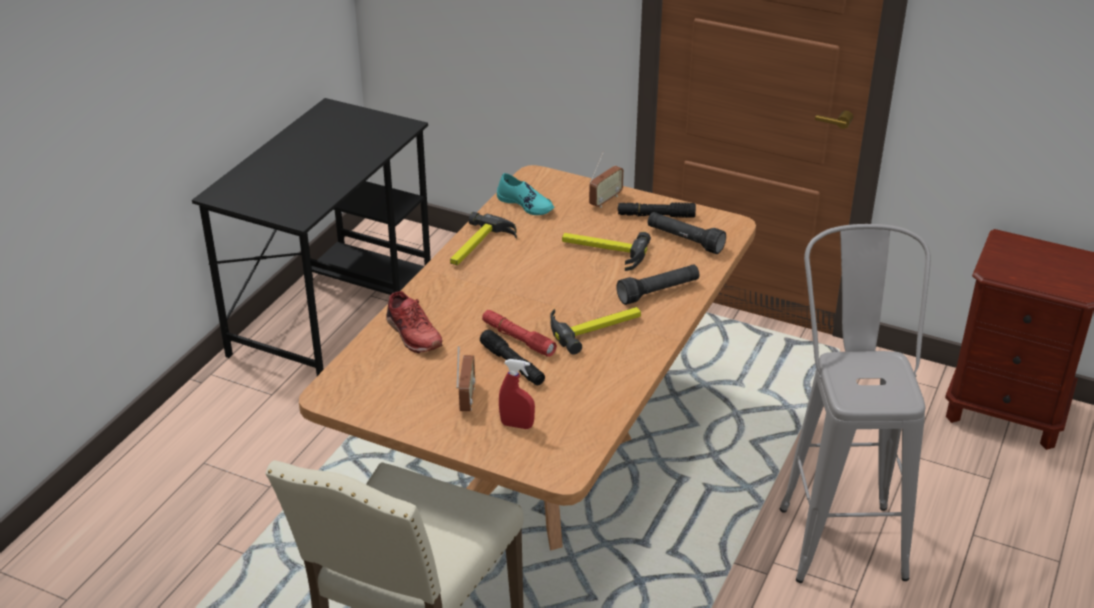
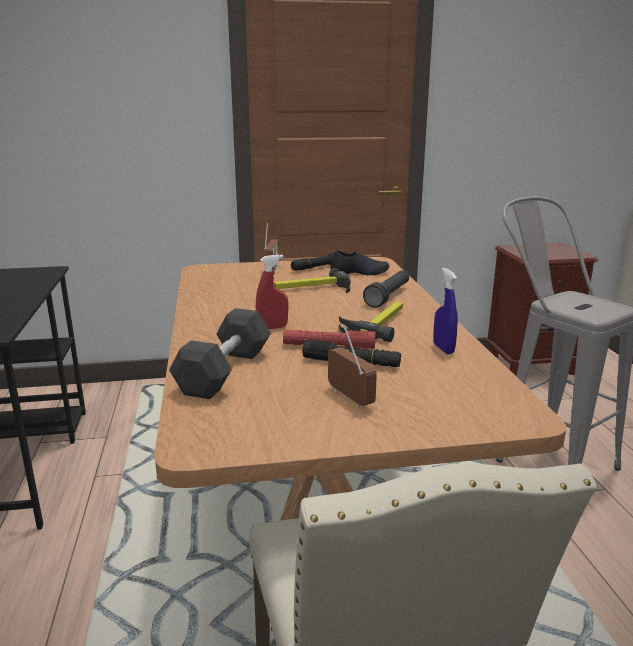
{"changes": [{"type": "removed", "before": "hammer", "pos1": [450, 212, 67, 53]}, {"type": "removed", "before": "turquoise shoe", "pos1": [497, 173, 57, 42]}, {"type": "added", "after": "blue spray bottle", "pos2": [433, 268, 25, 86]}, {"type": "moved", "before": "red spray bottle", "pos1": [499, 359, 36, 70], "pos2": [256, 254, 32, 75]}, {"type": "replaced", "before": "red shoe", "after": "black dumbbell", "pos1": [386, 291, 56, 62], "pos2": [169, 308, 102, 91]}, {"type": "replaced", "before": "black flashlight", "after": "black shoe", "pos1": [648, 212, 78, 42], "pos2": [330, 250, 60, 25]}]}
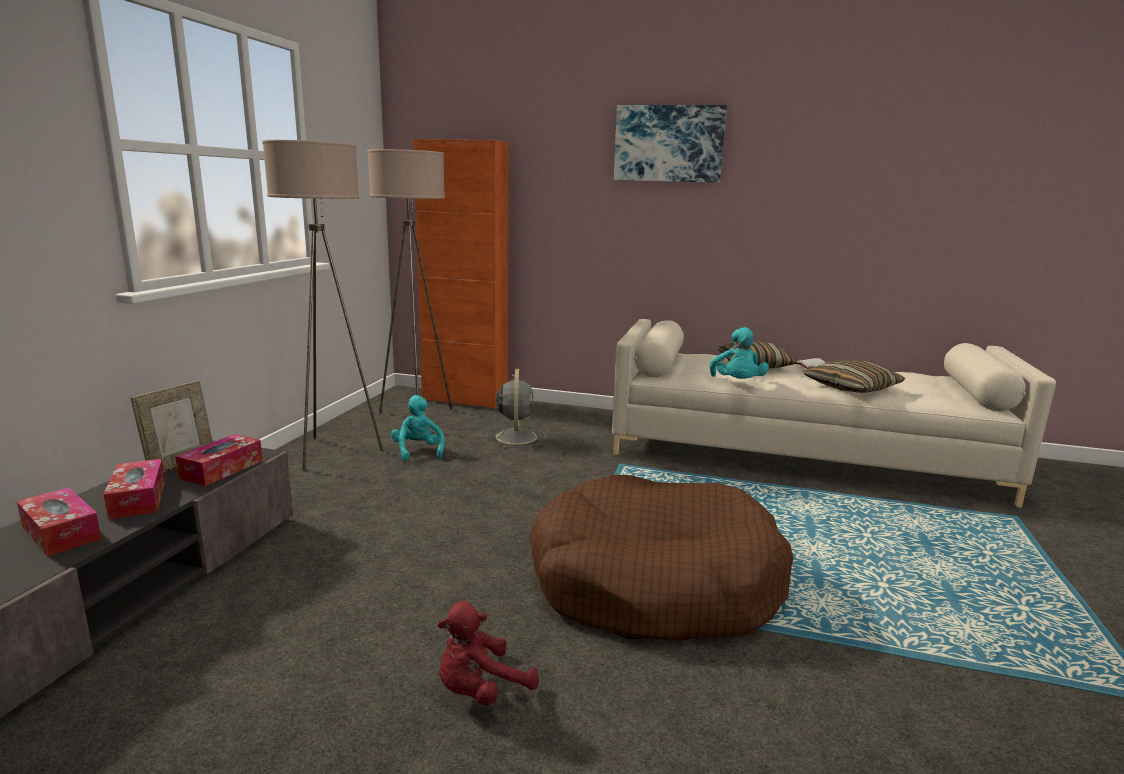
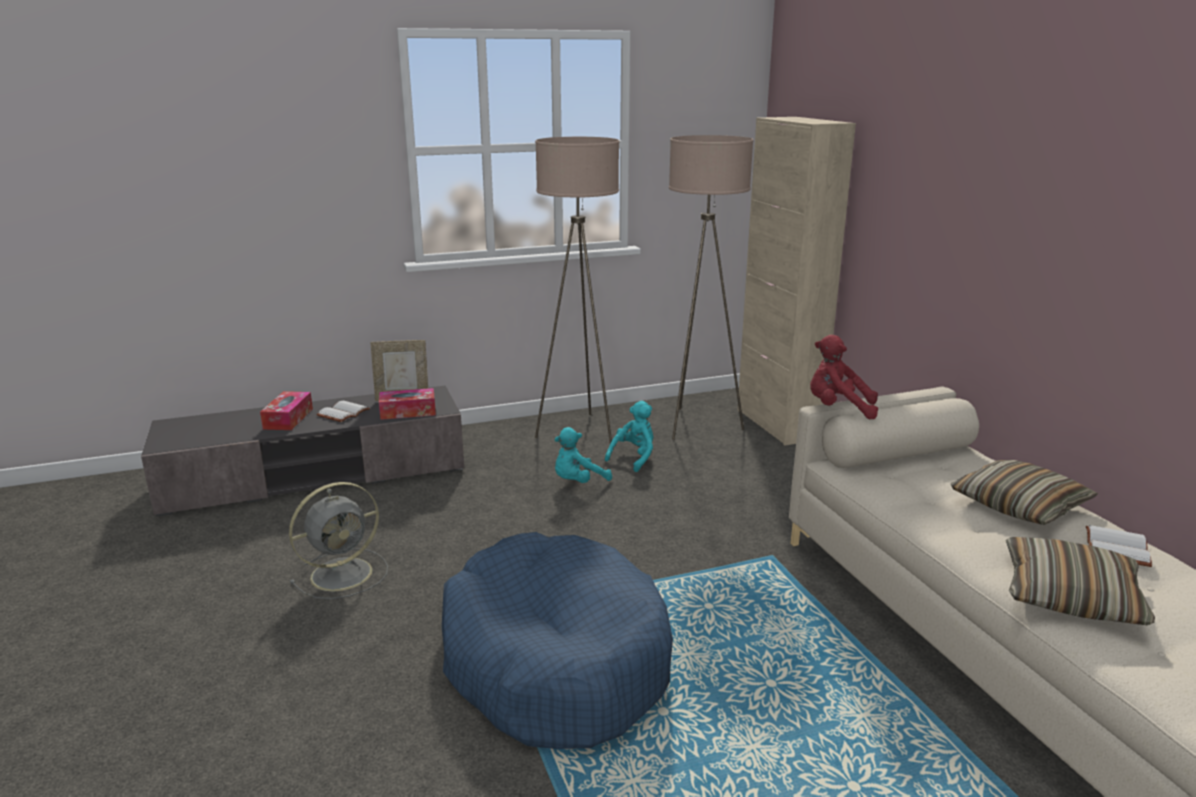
{"changes": [{"type": "removed", "before": "picture", "pos1": [614, 105, 113, 78]}, {"type": "moved", "before": "red plush toy", "pos1": [438, 601, 101, 104], "pos2": [810, 335, 68, 84]}, {"type": "moved", "before": "grey fan", "pos1": [486, 369, 60, 80], "pos2": [289, 482, 99, 117]}, {"type": "moved", "before": "turquoise plush toy", "pos1": [710, 327, 59, 52], "pos2": [554, 427, 58, 56]}, {"type": "replaced", "before": "tissue box", "after": "white book", "pos1": [103, 459, 62, 61], "pos2": [316, 401, 54, 21]}, {"type": "recoloured", "before": "orange cabinet", "after": "beige cabinet", "pos1": [413, 139, 96, 270], "pos2": [737, 117, 119, 329]}, {"type": "recoloured", "before": "brown dog bed", "after": "blue dog bed", "pos1": [530, 475, 264, 166], "pos2": [442, 532, 231, 217]}]}
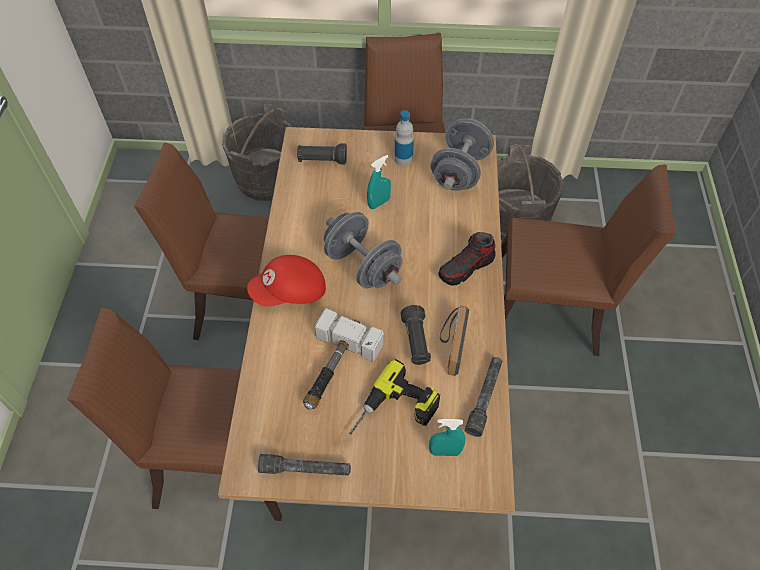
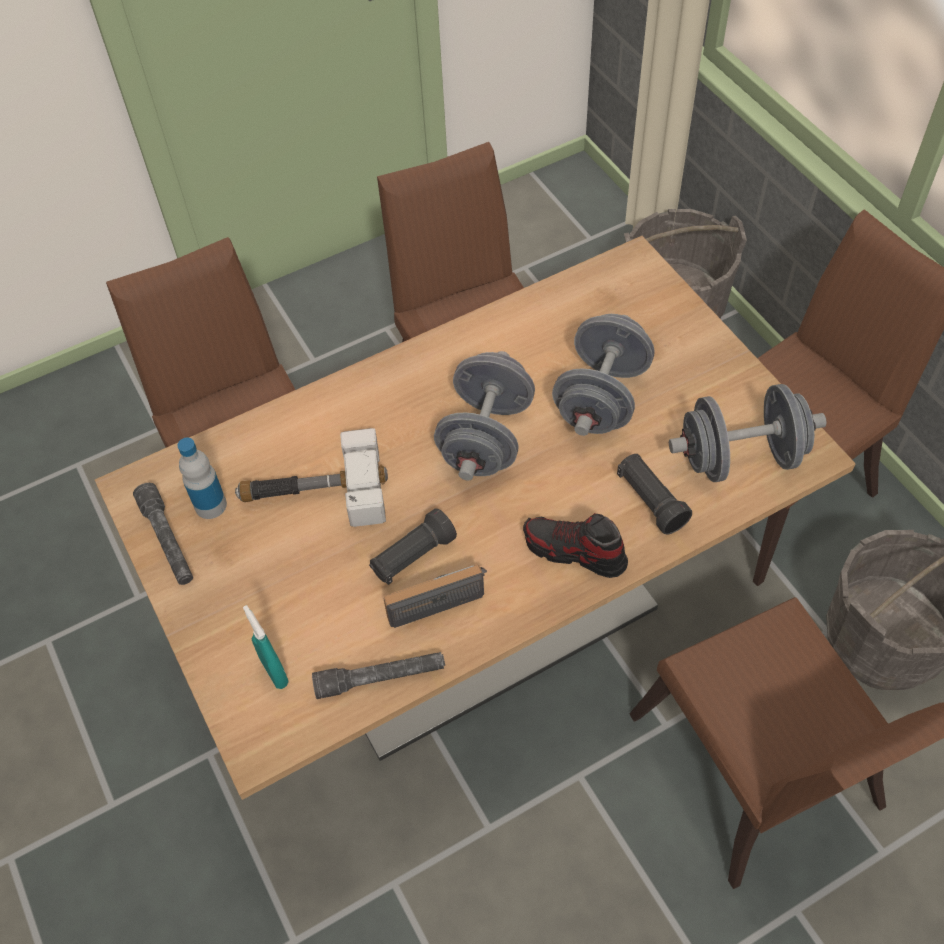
{"changes": [{"type": "removed", "before": "red cap", "pos1": [247, 255, 79, 51]}, {"type": "removed", "before": "power drill", "pos1": [349, 359, 91, 76]}, {"type": "moved", "before": "black flashlight", "pos1": [297, 143, 50, 21], "pos2": [617, 454, 75, 80]}, {"type": "moved", "before": "bottle", "pos1": [394, 110, 20, 56], "pos2": [177, 438, 50, 81]}, {"type": "replaced", "before": "turquoise spray bottle", "after": "grey dumbbell", "pos1": [367, 155, 24, 54], "pos2": [552, 314, 103, 122]}]}
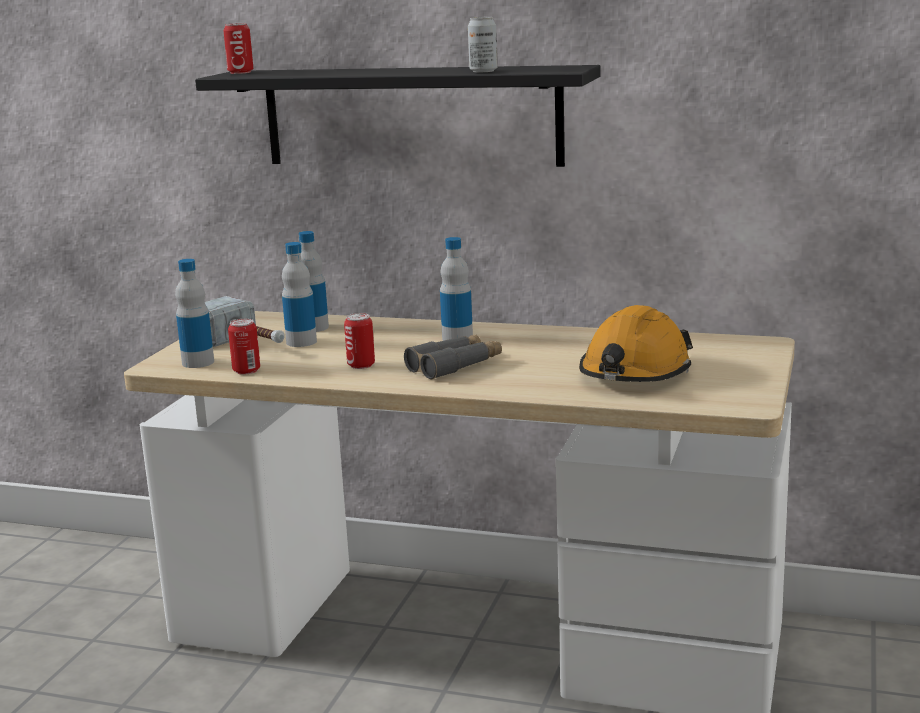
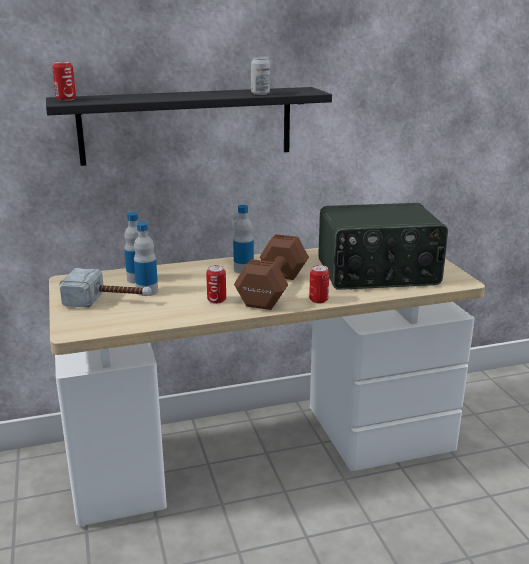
{"changes": [{"type": "removed", "before": "bottle", "pos1": [175, 259, 39, 109]}, {"type": "moved", "before": "can", "pos1": [228, 319, 32, 56], "pos2": [309, 265, 20, 39]}, {"type": "replaced", "before": "grey binoculars", "after": "brown dumbbell", "pos1": [404, 335, 98, 45], "pos2": [234, 234, 75, 76]}, {"type": "replaced", "before": "orange hard hat", "after": "radio", "pos1": [579, 305, 114, 77], "pos2": [318, 203, 130, 87]}]}
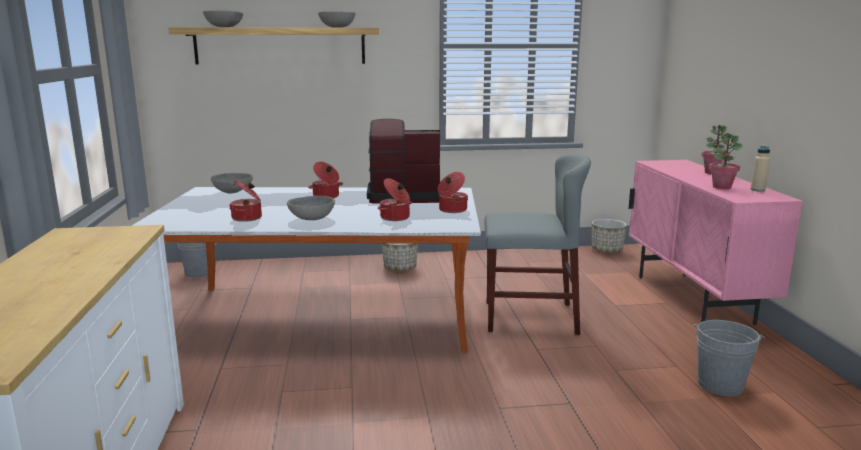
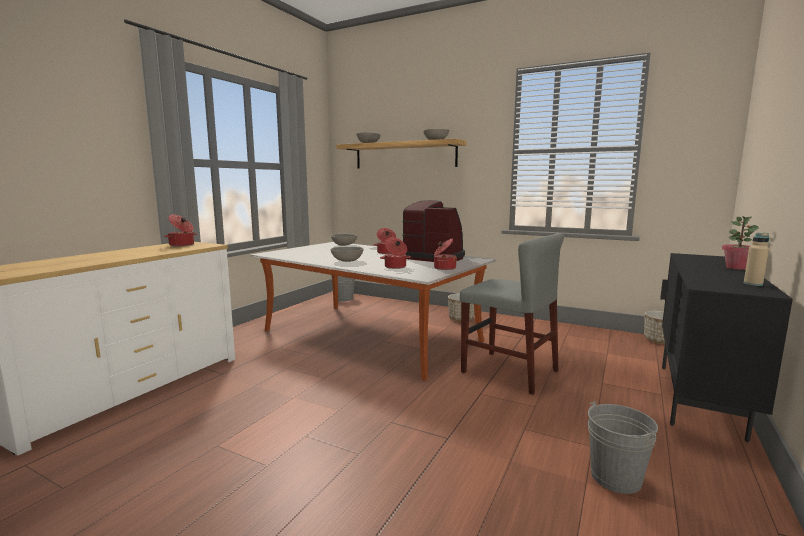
{"changes": [{"type": "removed", "before": "potted plant", "pos1": [709, 134, 34, 55]}, {"type": "moved", "before": "cooking pot", "pos1": [229, 180, 33, 42], "pos2": [164, 214, 33, 33]}, {"type": "recoloured", "before": "pink cabinet", "after": "black cabinet", "pos1": [628, 160, 175, 165], "pos2": [660, 253, 133, 189]}]}
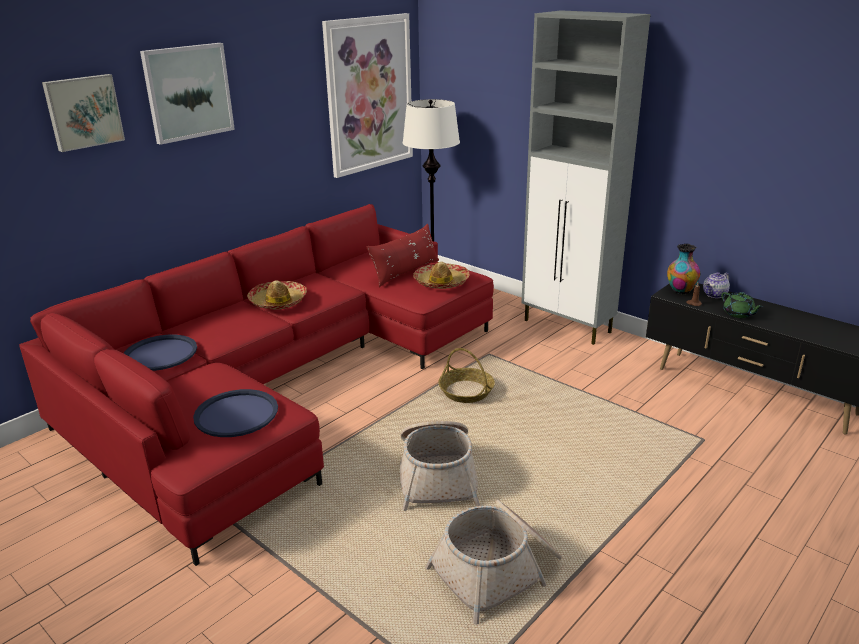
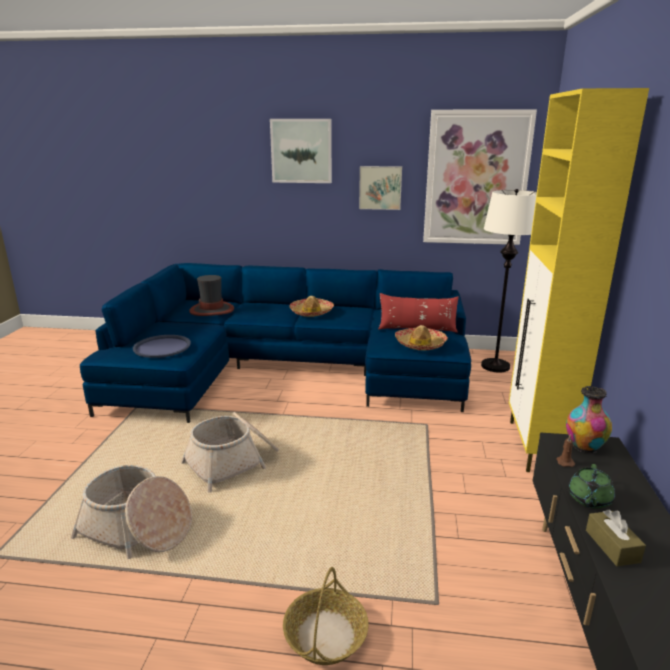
{"changes": [{"type": "removed", "before": "teapot", "pos1": [703, 272, 27, 26]}, {"type": "added", "after": "brown tissue box", "pos2": [586, 510, 60, 56]}, {"type": "moved", "before": "picture", "pos1": [42, 74, 83, 78], "pos2": [359, 166, 43, 44]}, {"type": "moved", "before": "basket", "pos1": [438, 348, 57, 55], "pos2": [283, 567, 86, 98]}, {"type": "replaced", "before": "blue tray", "after": "hat", "pos1": [124, 335, 73, 36], "pos2": [189, 275, 45, 41]}, {"type": "recoloured", "before": "red sofa", "after": "blue sofa", "pos1": [19, 204, 475, 362], "pos2": [80, 263, 391, 160]}, {"type": "recoloured", "before": "grey cabinet", "after": "yellow cabinet", "pos1": [521, 10, 130, 335], "pos2": [509, 88, 140, 384]}]}
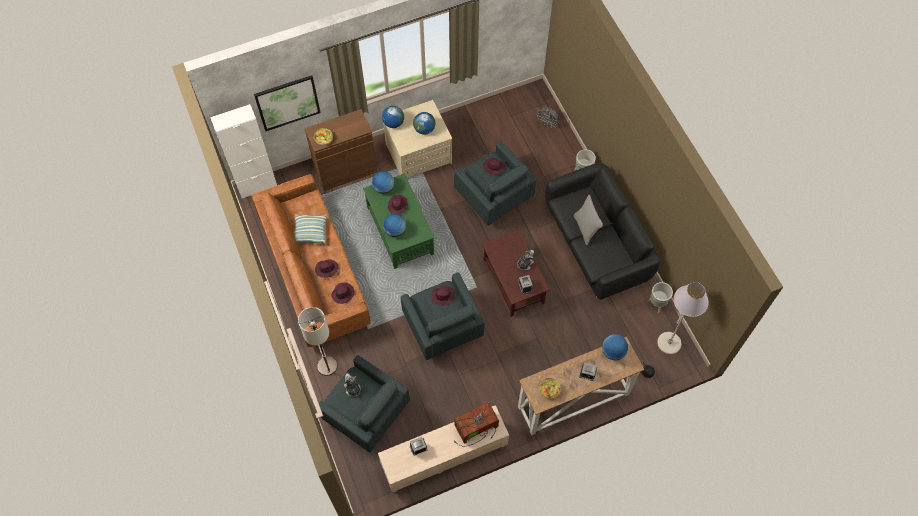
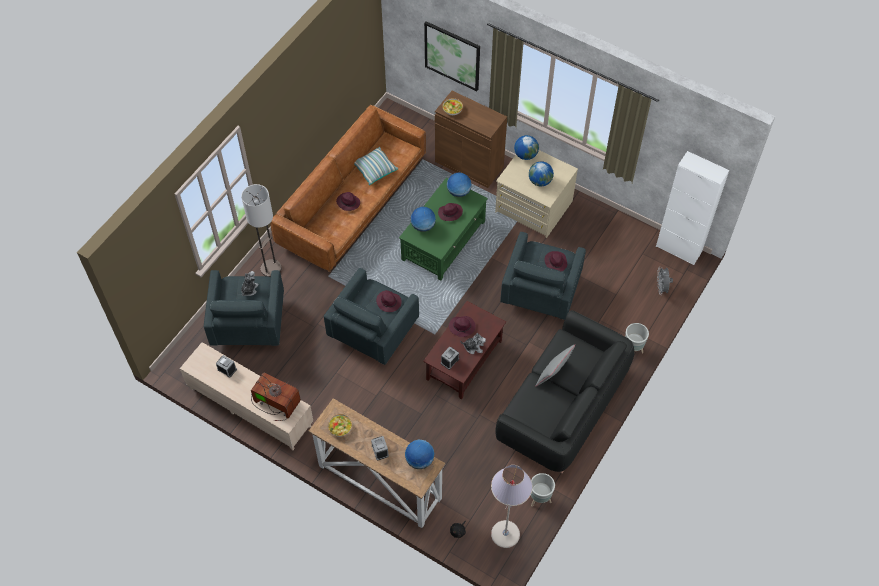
{"changes": [{"type": "moved", "before": "white cabinet", "pos1": [210, 104, 67, 95], "pos2": [656, 151, 73, 114]}, {"type": "moved", "before": "purple hat", "pos1": [331, 282, 23, 22], "pos2": [449, 316, 27, 21]}]}
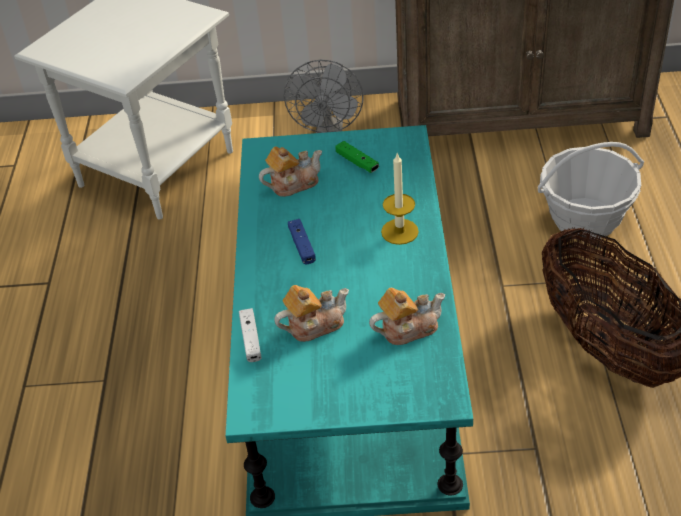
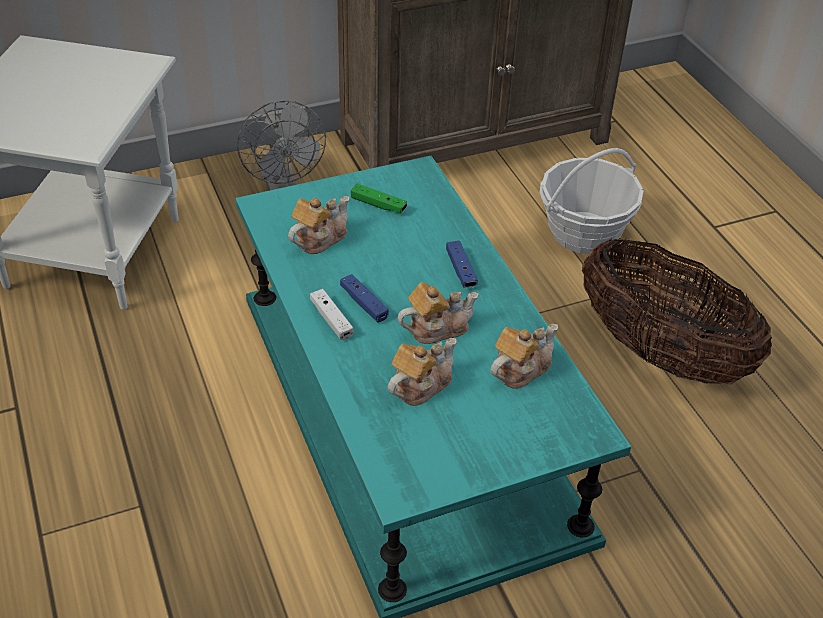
{"changes": [{"type": "added", "after": "teapot", "pos2": [398, 282, 81, 62]}, {"type": "moved", "before": "white game controller", "pos1": [239, 308, 22, 54], "pos2": [310, 289, 43, 51]}, {"type": "replaced", "before": "candle", "after": "blue game controller", "pos1": [381, 153, 38, 92], "pos2": [446, 241, 32, 47]}]}
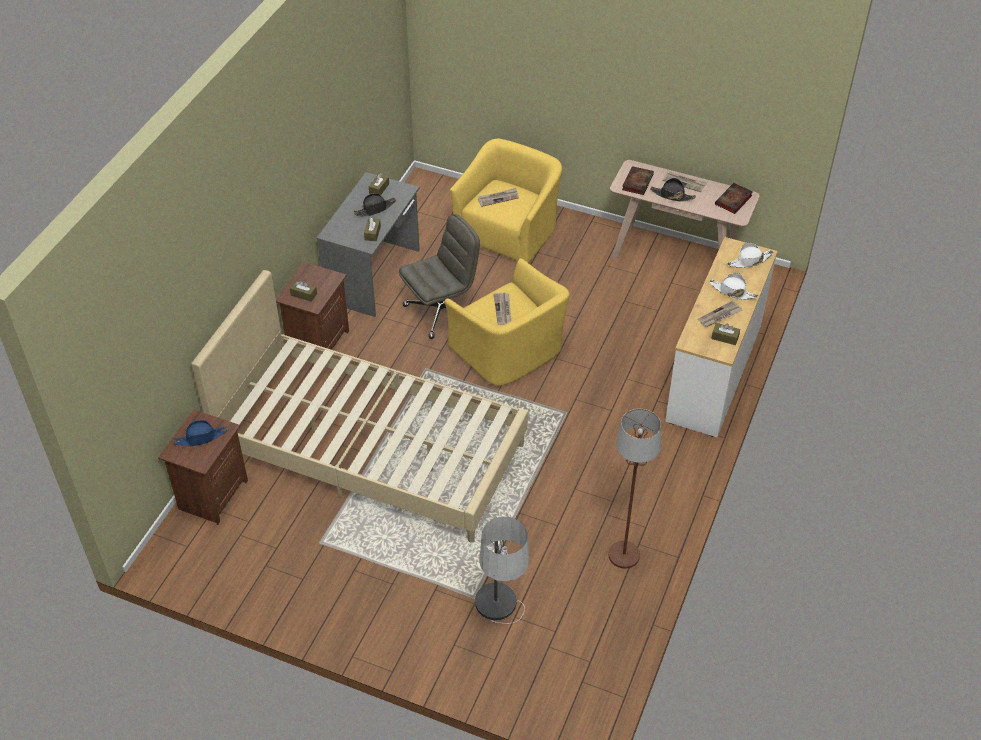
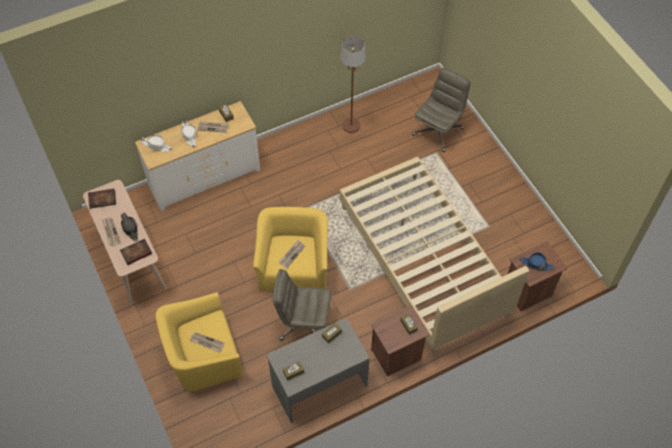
{"changes": [{"type": "removed", "before": "black hat", "pos1": [353, 193, 43, 24]}, {"type": "replaced", "before": "floor lamp", "after": "grey office chair", "pos1": [475, 516, 55, 108], "pos2": [412, 68, 58, 84]}]}
